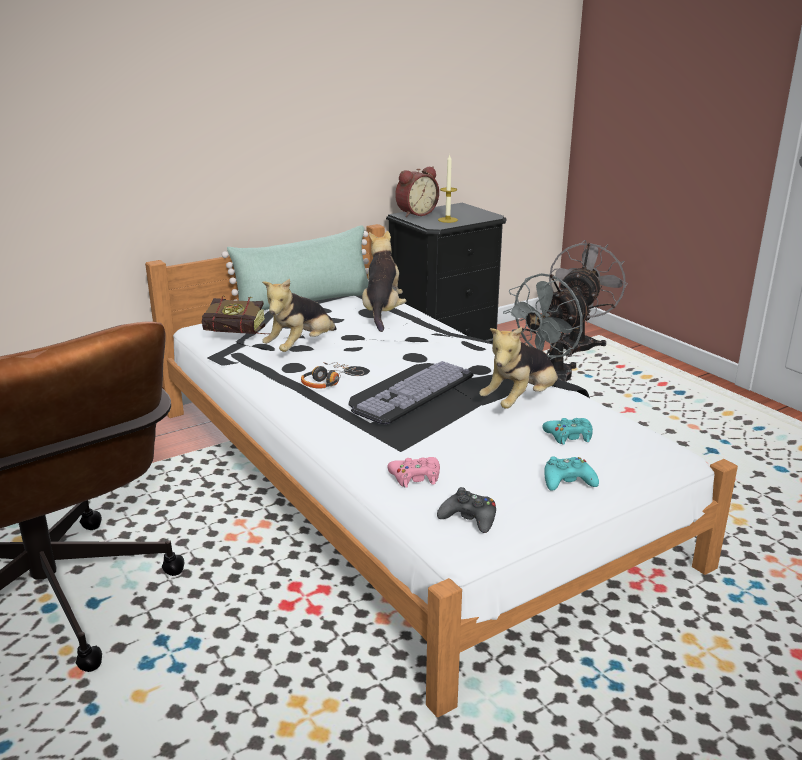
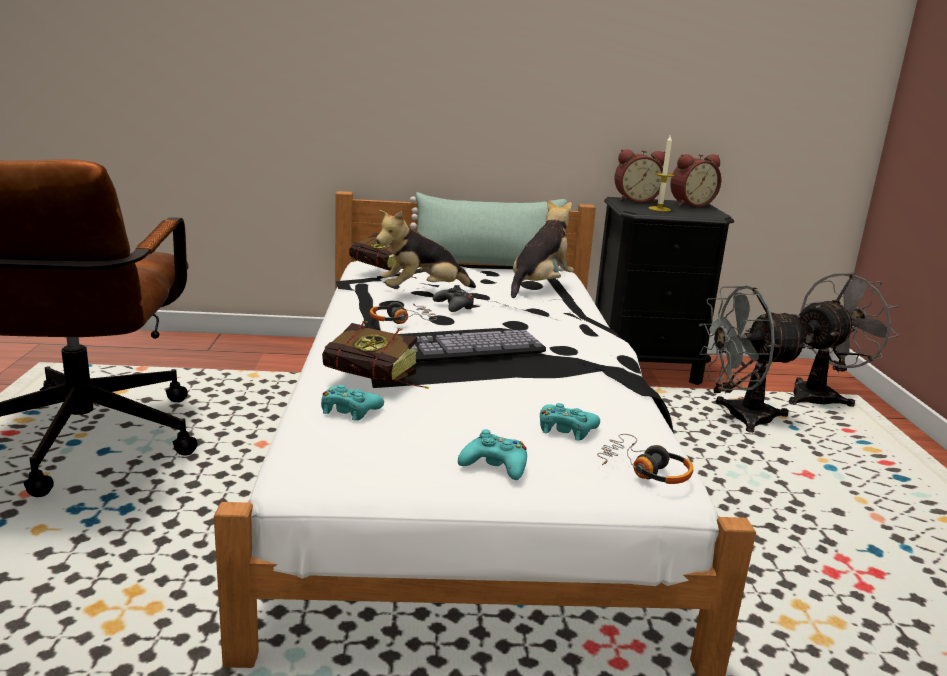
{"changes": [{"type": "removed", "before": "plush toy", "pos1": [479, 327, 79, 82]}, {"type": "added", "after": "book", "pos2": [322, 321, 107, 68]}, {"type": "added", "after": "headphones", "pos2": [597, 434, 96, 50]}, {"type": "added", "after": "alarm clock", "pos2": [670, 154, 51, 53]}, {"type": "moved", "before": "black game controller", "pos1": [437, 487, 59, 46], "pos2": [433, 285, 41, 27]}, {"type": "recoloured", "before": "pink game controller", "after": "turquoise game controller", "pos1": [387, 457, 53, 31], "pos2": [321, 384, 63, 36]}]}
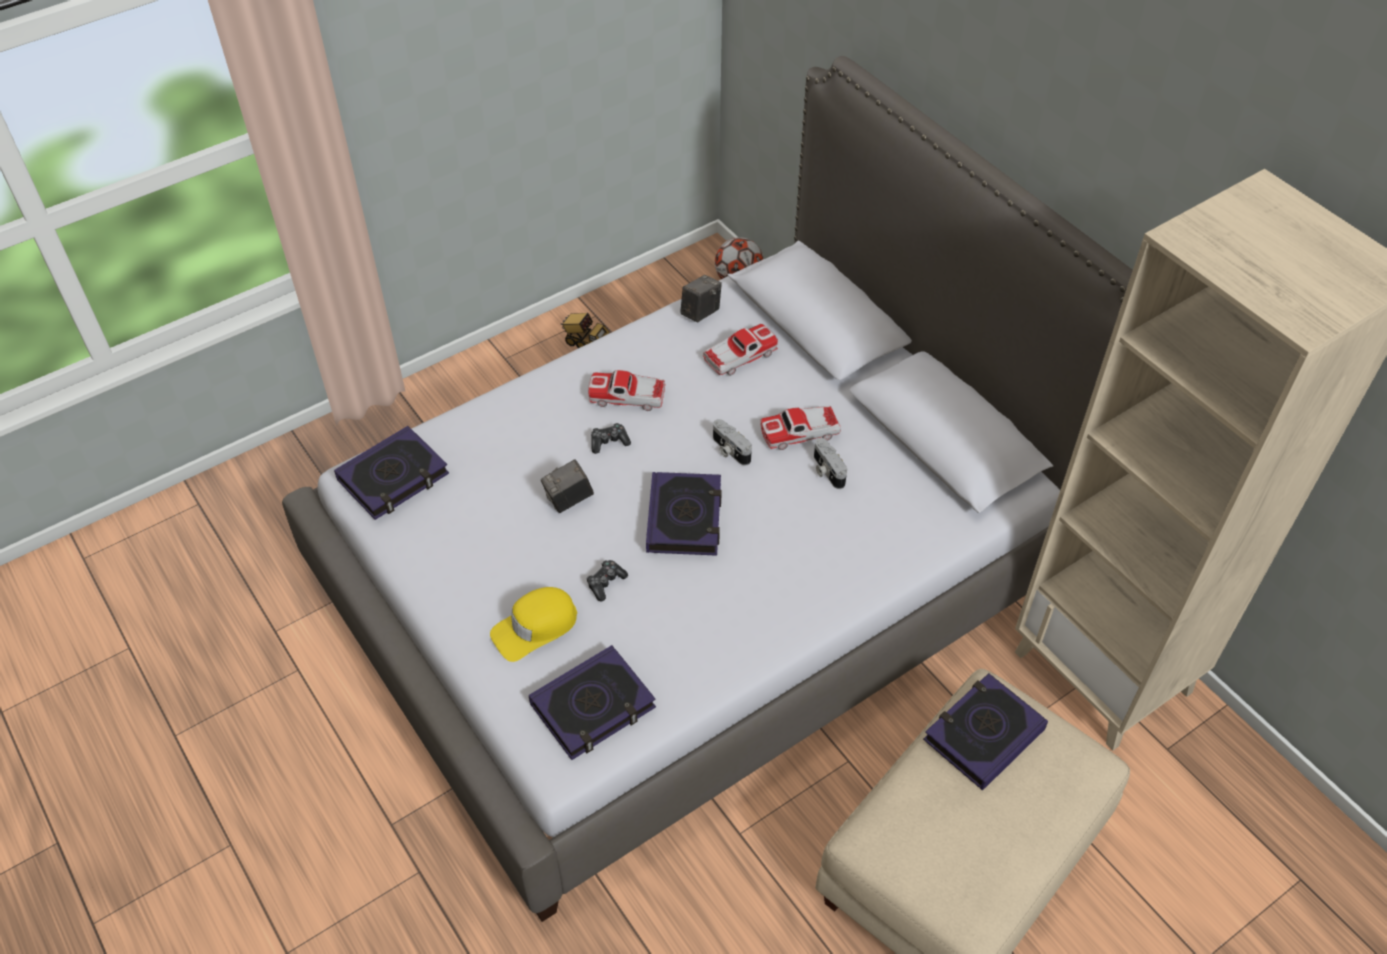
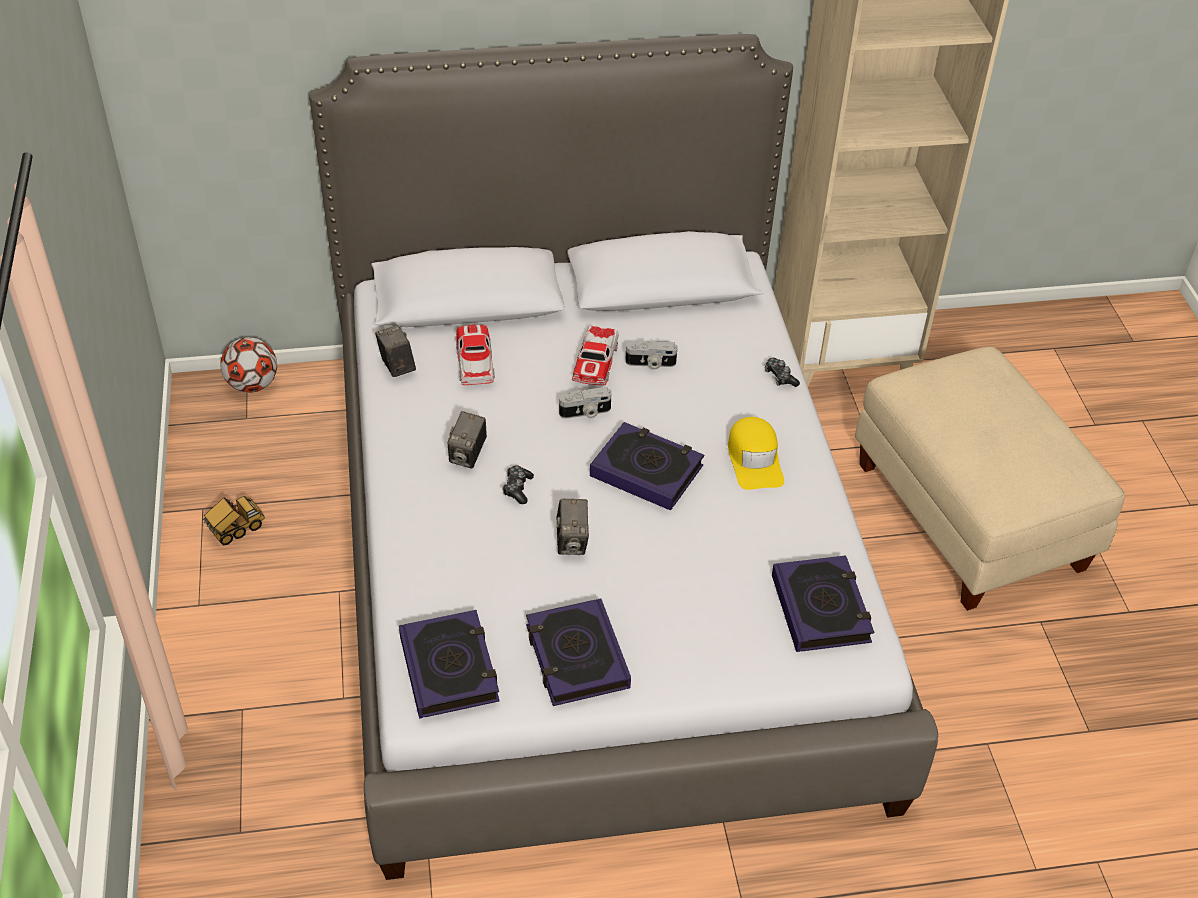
{"changes": [{"type": "moved", "before": "yellow cap", "pos1": [490, 587, 87, 75], "pos2": [728, 417, 56, 73]}, {"type": "moved", "before": "game controller", "pos1": [586, 560, 42, 41], "pos2": [765, 358, 35, 29]}, {"type": "moved", "before": "book", "pos1": [923, 673, 125, 117], "pos2": [526, 598, 105, 108]}, {"type": "replaced", "before": "toy car", "after": "photo camera", "pos1": [588, 370, 77, 41], "pos2": [448, 411, 39, 58]}]}
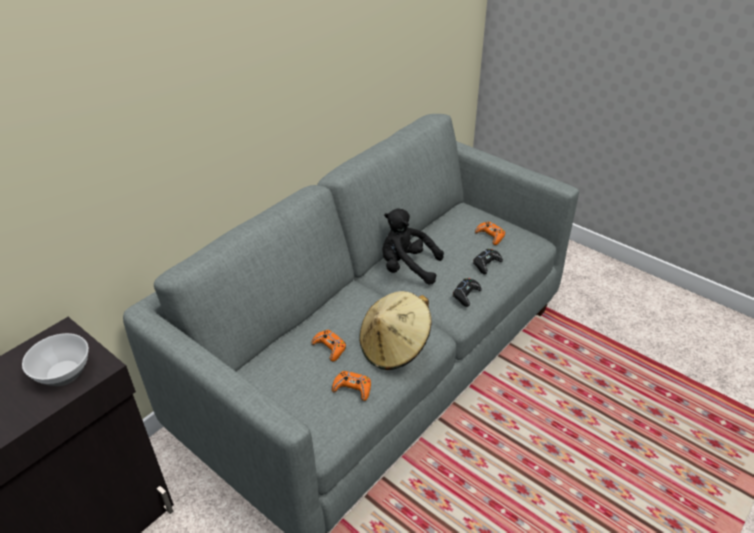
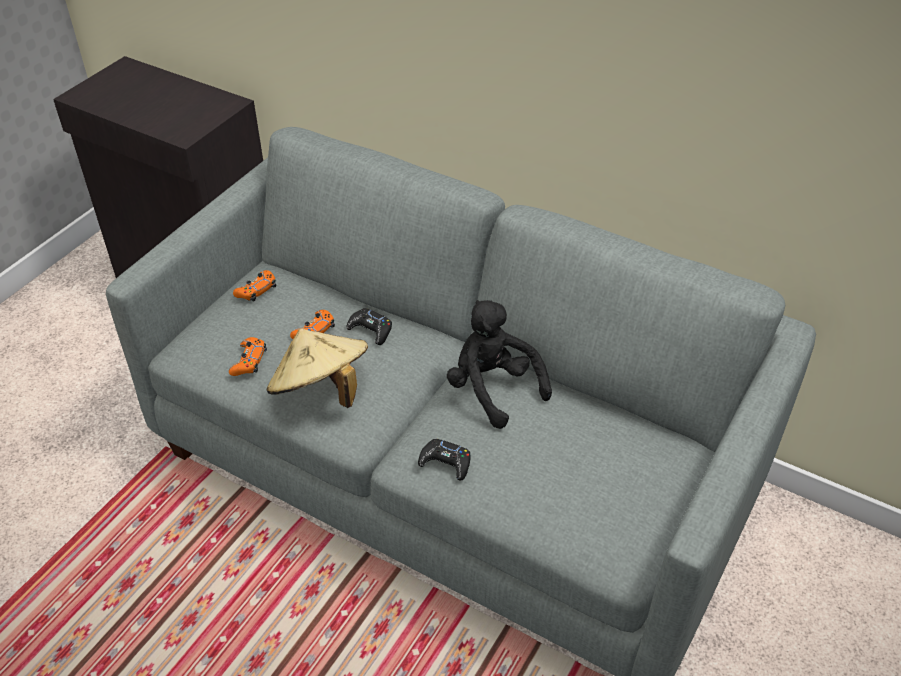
{"changes": [{"type": "removed", "before": "bowl", "pos1": [22, 333, 67, 53]}, {"type": "moved", "before": "black game controller", "pos1": [473, 249, 30, 25], "pos2": [346, 308, 46, 37]}, {"type": "moved", "before": "orange game controller", "pos1": [475, 222, 30, 23], "pos2": [233, 270, 43, 32]}, {"type": "turned", "before": "black plush toy", "pos1": [382, 208, 62, 77], "pos2": [447, 300, 105, 129], "turn": -45}]}
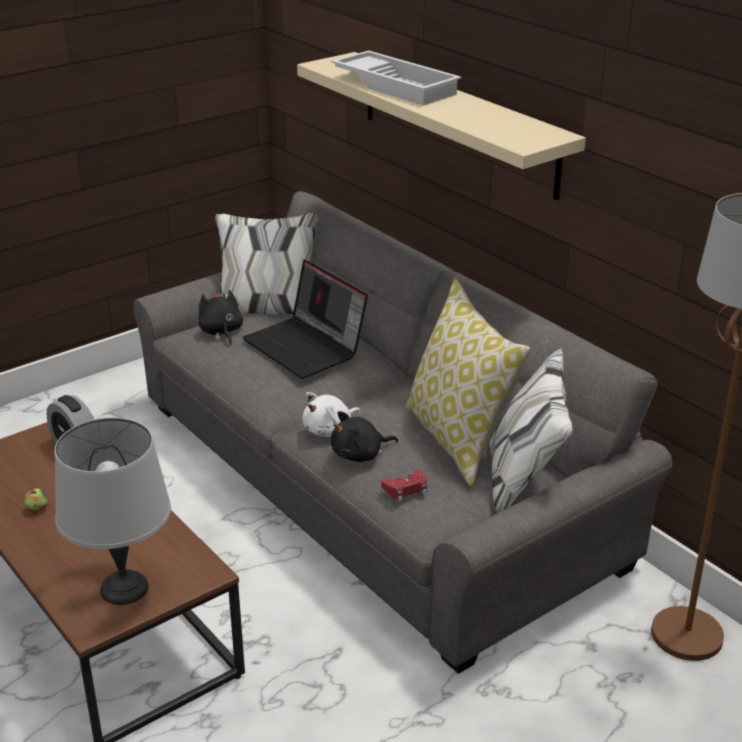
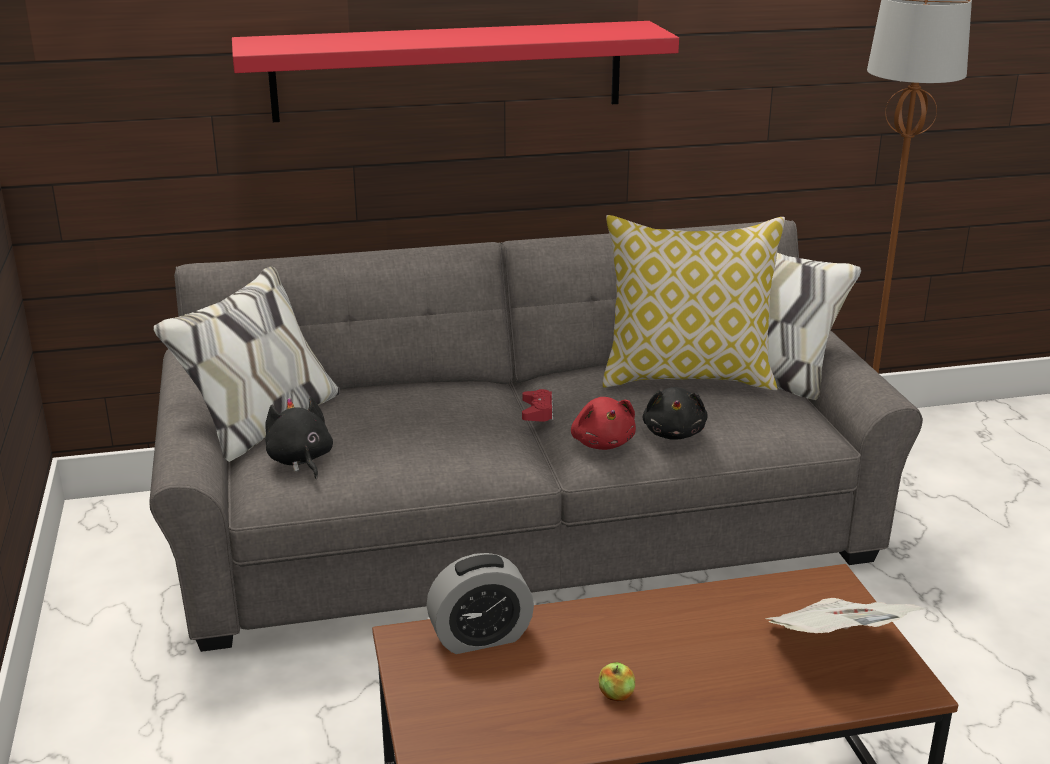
{"changes": [{"type": "removed", "before": "laptop", "pos1": [242, 260, 126, 118]}, {"type": "removed", "before": "white tray", "pos1": [331, 51, 130, 55]}, {"type": "moved", "before": "red game controller", "pos1": [381, 470, 46, 31], "pos2": [522, 389, 32, 33]}, {"type": "replaced", "before": "grey table lamp", "after": "newspaper", "pos1": [55, 418, 116, 187], "pos2": [765, 598, 161, 35]}, {"type": "recoloured", "before": "beige shelf", "after": "red shelf", "pos1": [297, 52, 289, 149], "pos2": [232, 21, 447, 101]}, {"type": "recoloured", "before": "white plush toy", "after": "red plush toy", "pos1": [302, 392, 58, 45], "pos2": [571, 397, 65, 53]}, {"type": "turned", "before": "black plush toy", "pos1": [198, 290, 45, 55], "pos2": [265, 397, 68, 82], "turn": 60}]}
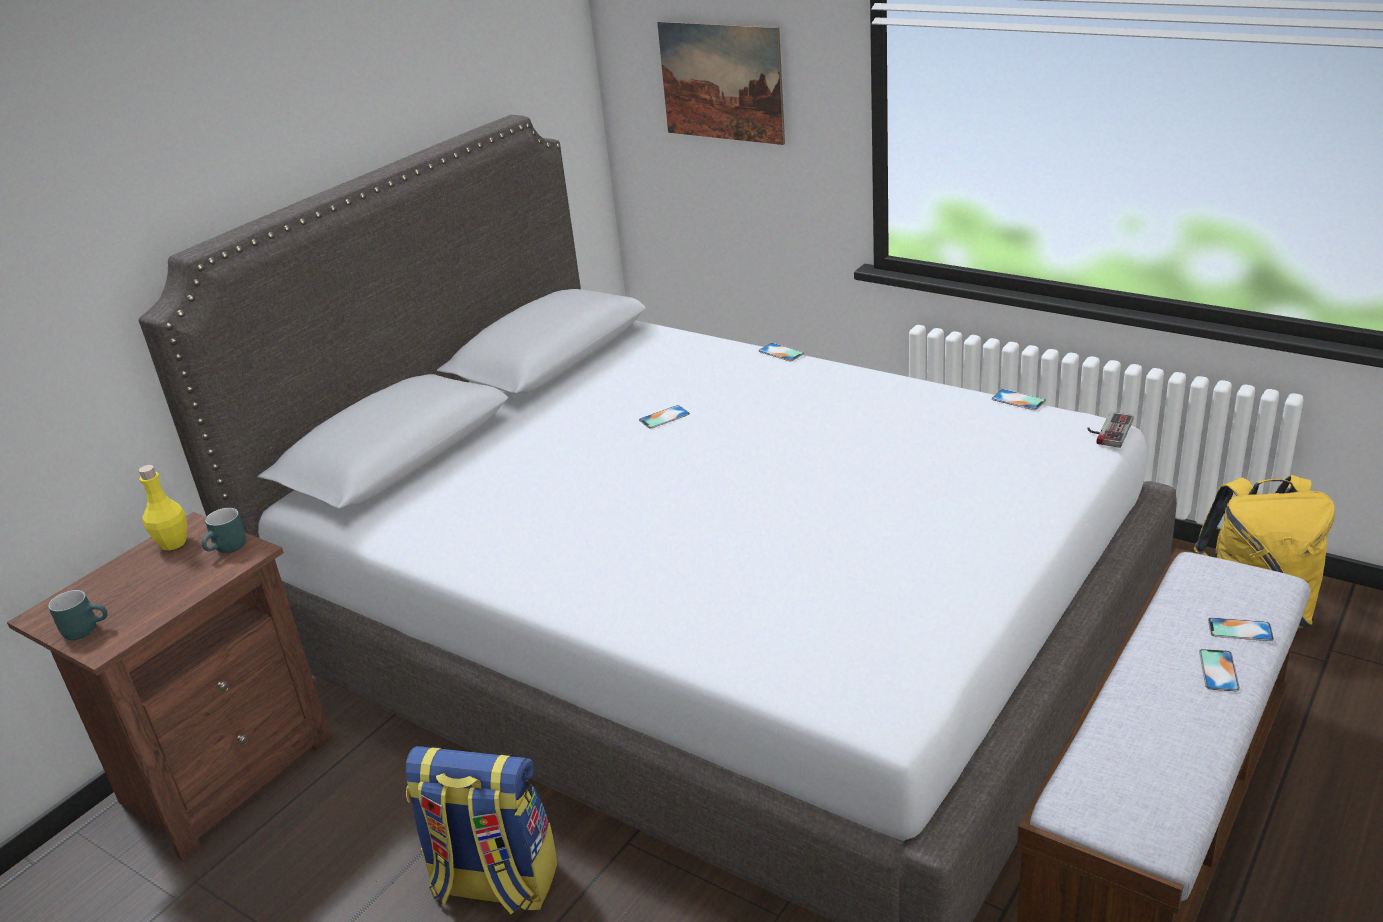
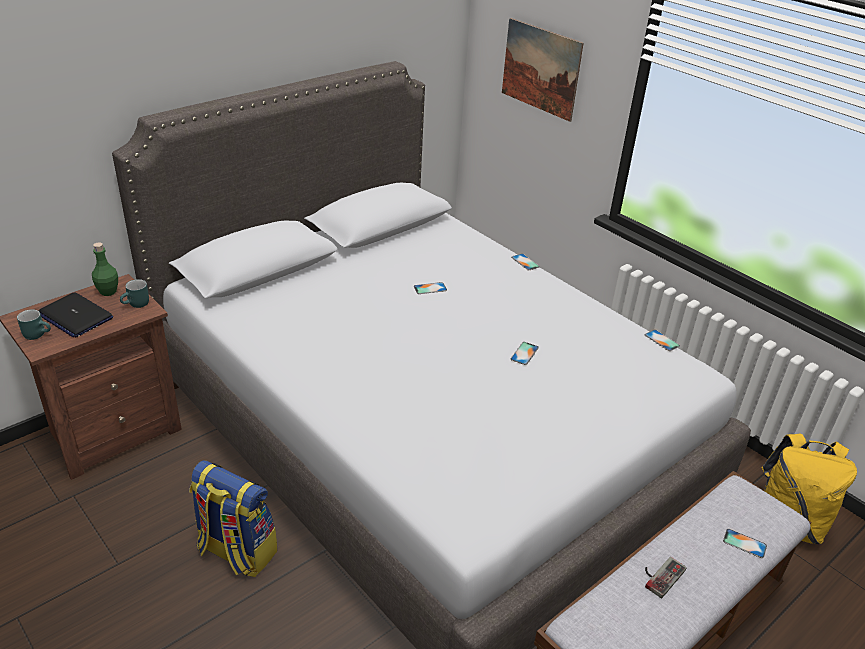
{"changes": [{"type": "added", "after": "laptop", "pos2": [38, 292, 75, 45]}, {"type": "moved", "before": "game controller", "pos1": [1087, 412, 47, 36], "pos2": [645, 557, 42, 41]}, {"type": "moved", "before": "phone", "pos1": [1199, 649, 41, 42], "pos2": [511, 342, 28, 23]}, {"type": "recoloured", "before": "yellow bottle", "after": "green bottle", "pos1": [138, 465, 49, 86], "pos2": [92, 242, 26, 54]}]}
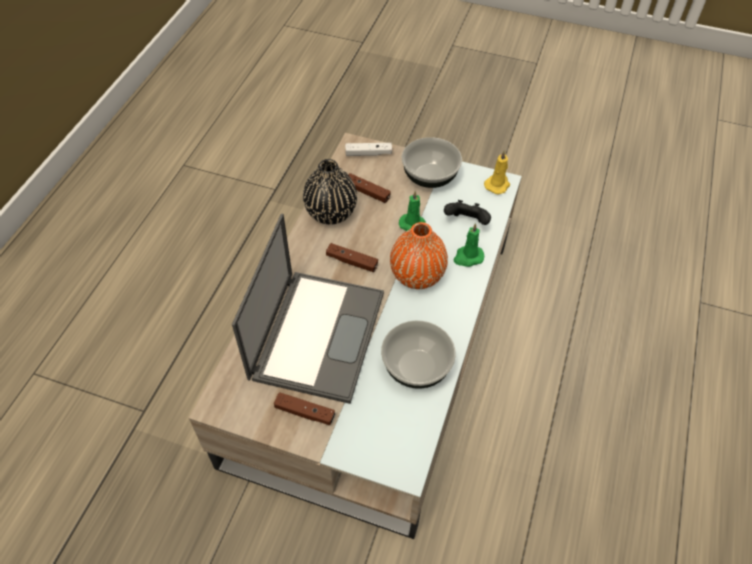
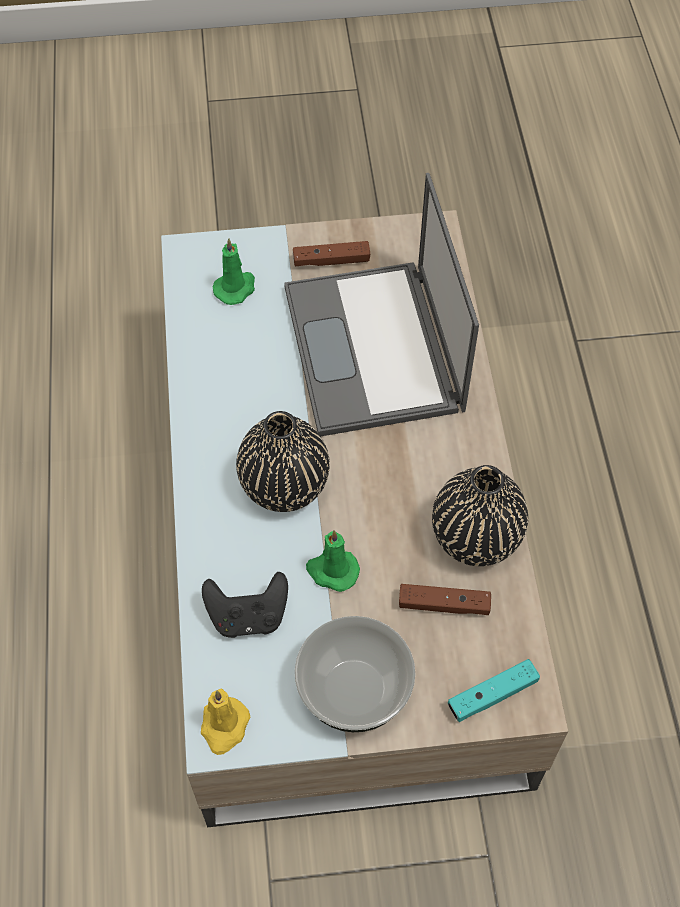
{"changes": [{"type": "removed", "before": "brown game controller", "pos1": [326, 243, 52, 29]}, {"type": "removed", "before": "bowl", "pos1": [381, 320, 75, 69]}, {"type": "moved", "before": "green candle", "pos1": [453, 223, 31, 44], "pos2": [213, 238, 42, 67]}, {"type": "recoloured", "before": "white game controller", "after": "turquoise game controller", "pos1": [345, 143, 47, 13], "pos2": [448, 659, 92, 63]}, {"type": "recoloured", "before": "orange vase", "after": "black vase", "pos1": [390, 222, 58, 67], "pos2": [236, 411, 94, 101]}]}
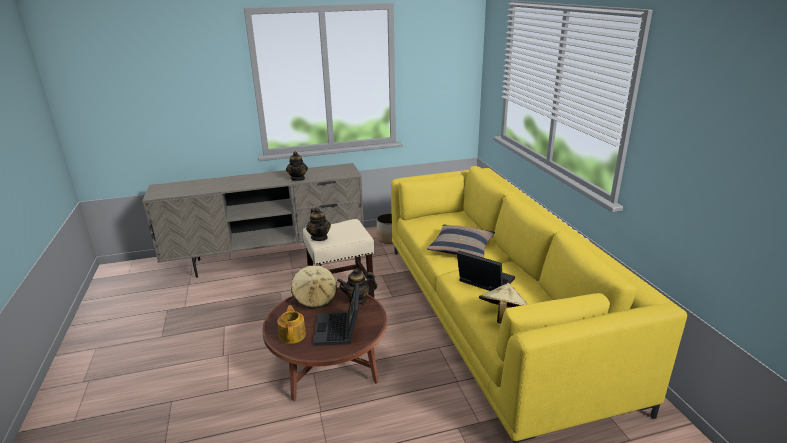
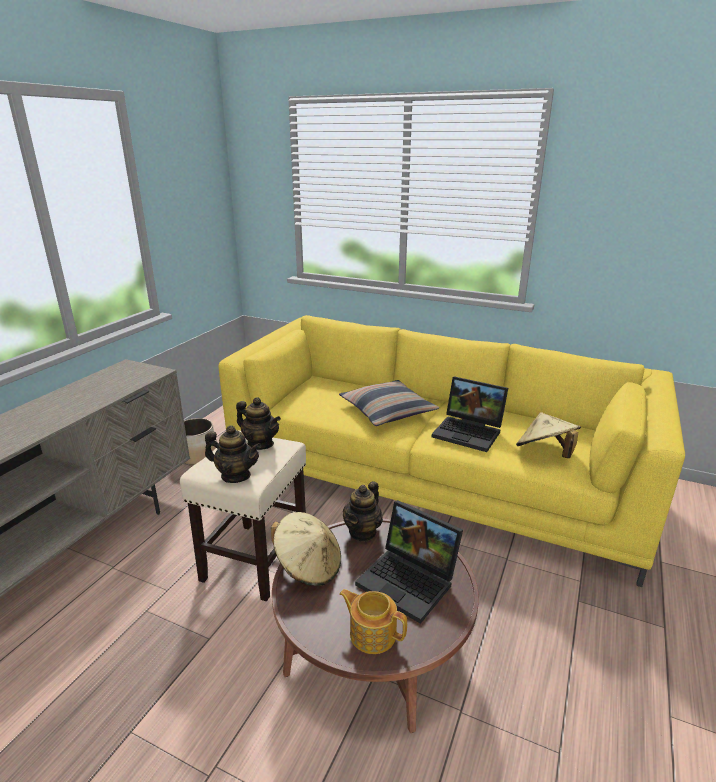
{"changes": [{"type": "moved", "before": "teapot", "pos1": [286, 151, 22, 30], "pos2": [236, 397, 45, 53]}, {"type": "turned", "before": "laptop", "pos1": [457, 251, 58, 40], "pos2": [432, 376, 76, 76], "turn": -135}]}
